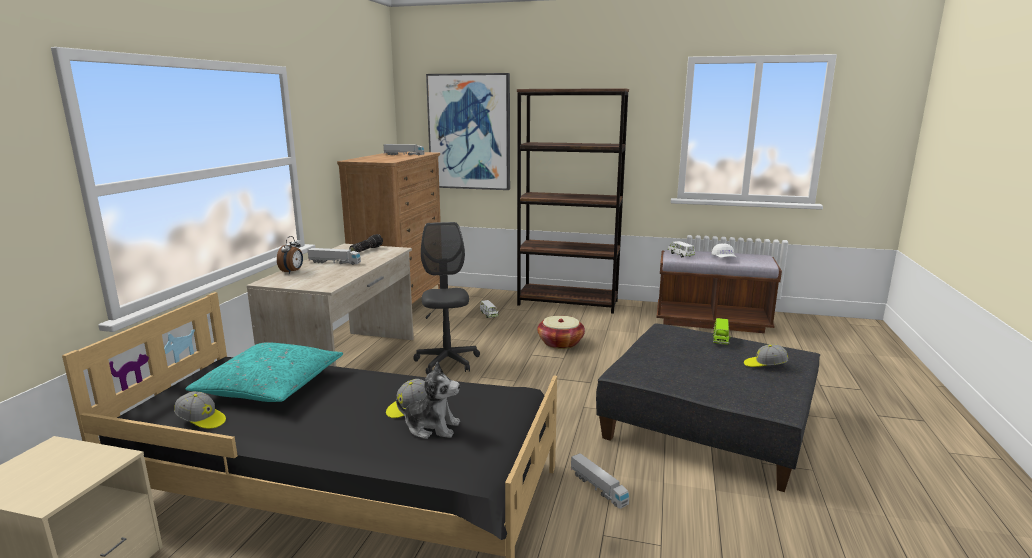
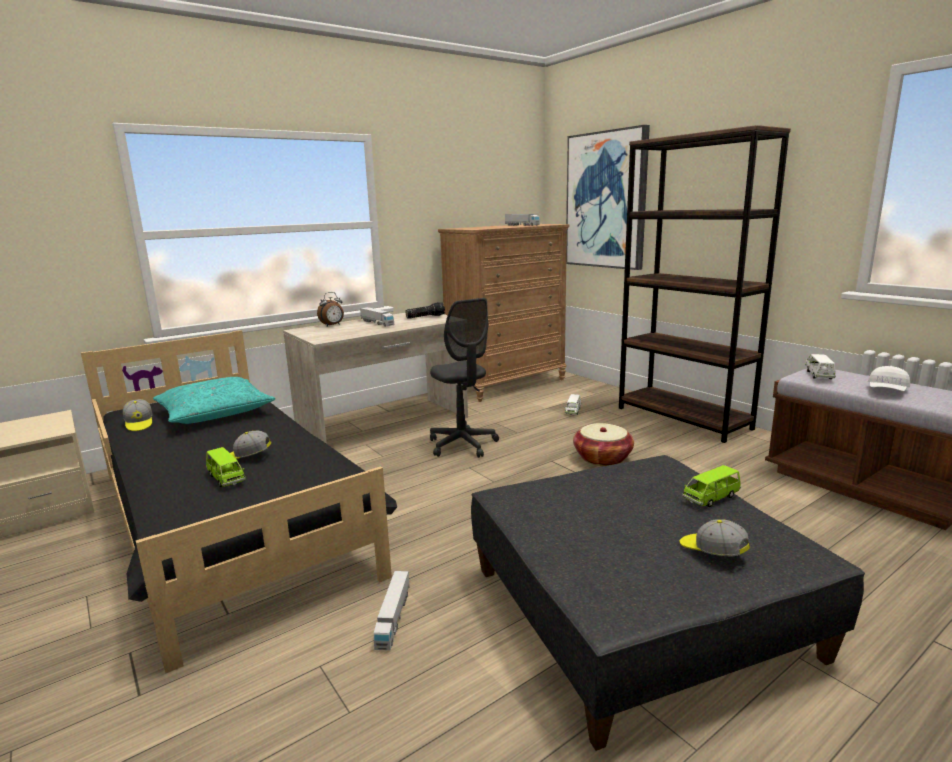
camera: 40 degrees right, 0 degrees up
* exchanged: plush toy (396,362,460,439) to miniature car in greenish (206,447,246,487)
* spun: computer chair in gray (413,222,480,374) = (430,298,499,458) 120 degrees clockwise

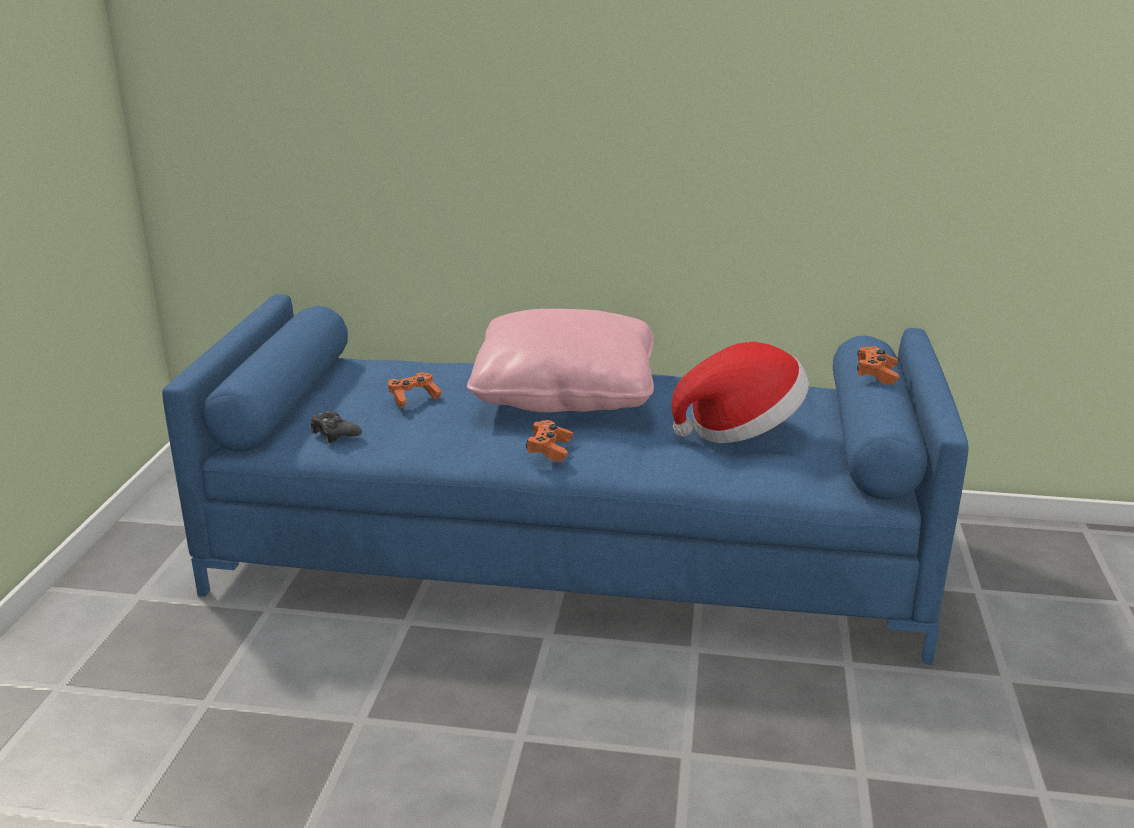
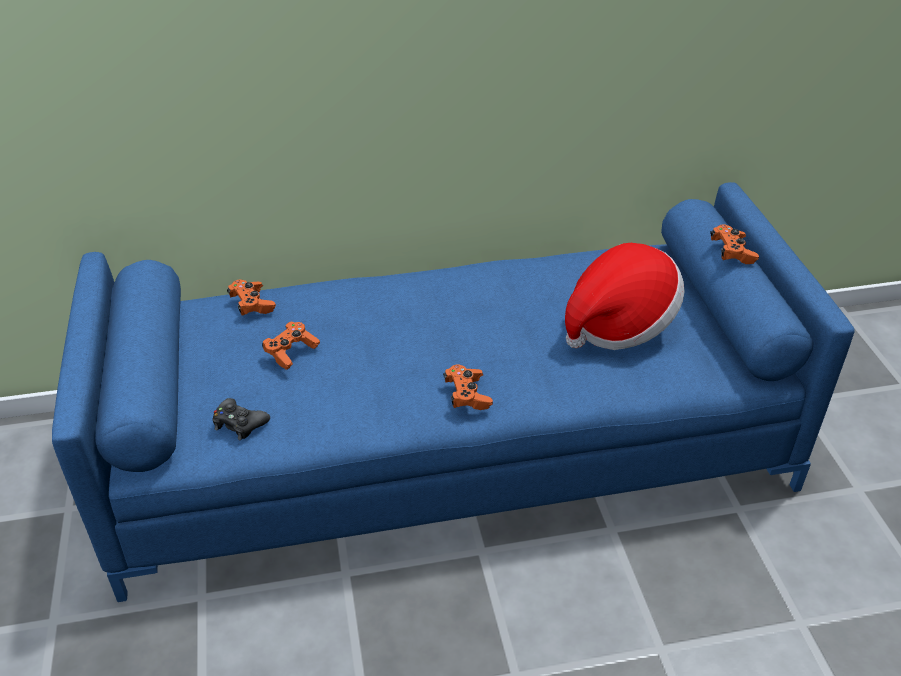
camera: 20 degrees left, 15 degrees up
* appeared: game controller in orangey (227,280,276,316)
* missing: cushion in pink-coloured (467,309,654,413)

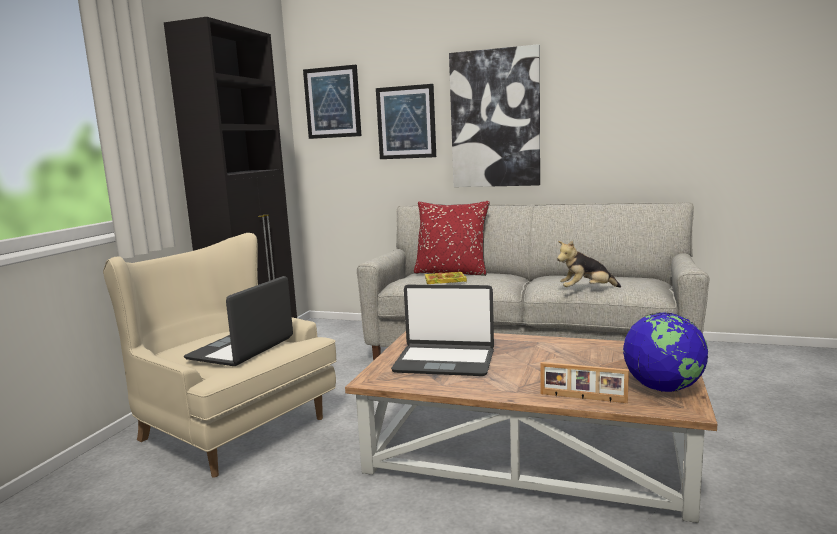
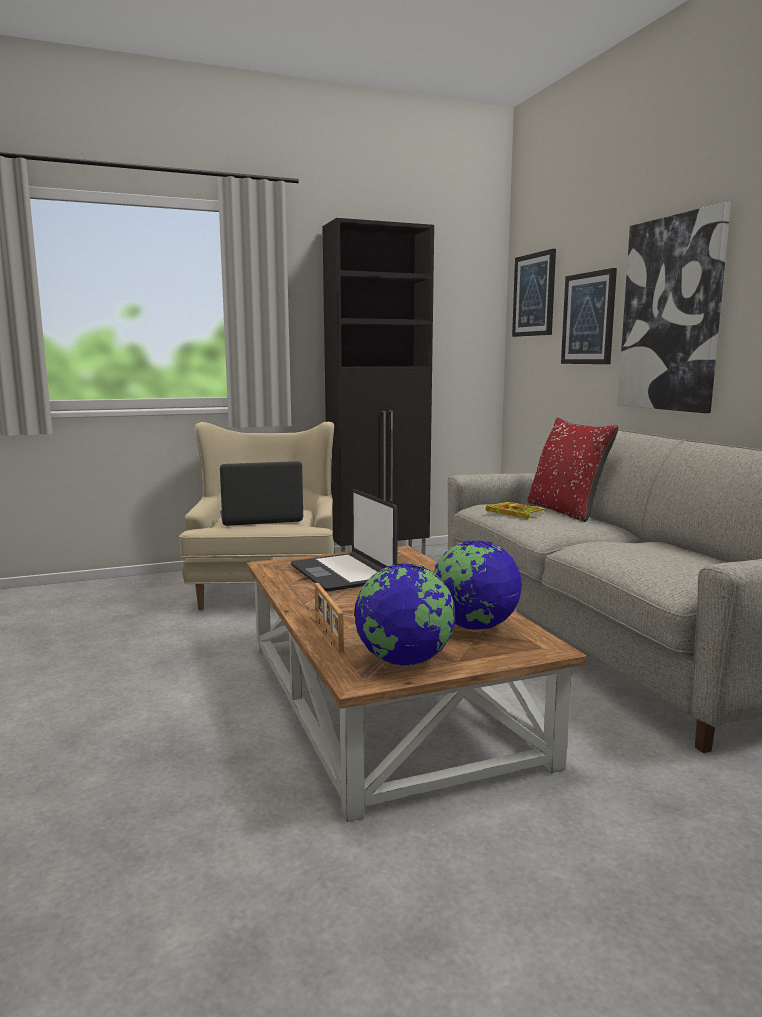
camera: 50 degrees right, 0 degrees up
* appeared: world globe (433,540,522,630)
* missing: plush toy (557,241,621,288)

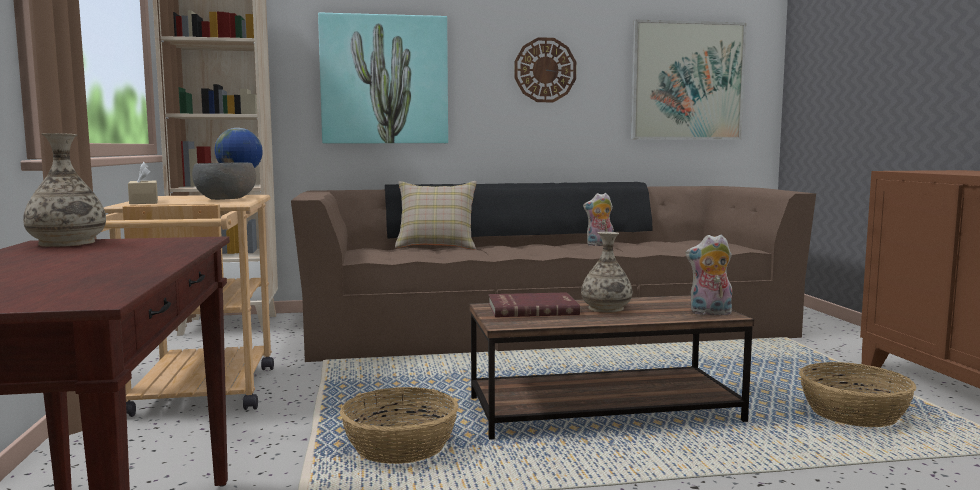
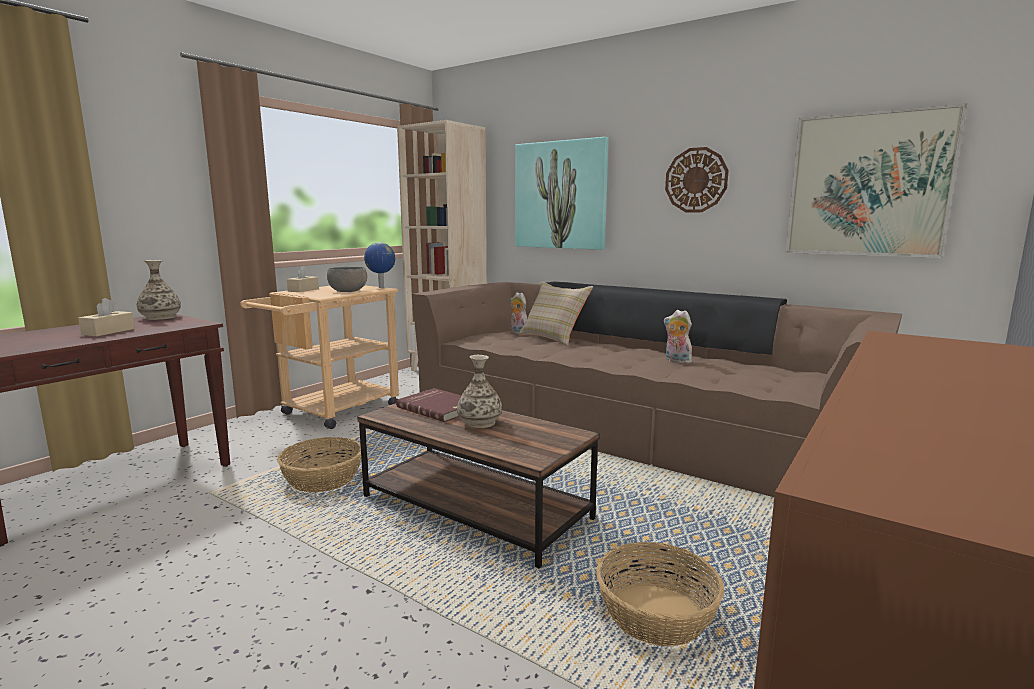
camera: 45 degrees right, 5 degrees up
* appeared: box of tissues in beige-coloured (78,298,135,336)
* relocated: plush toy (685,235,732,315) to (510,292,527,334)

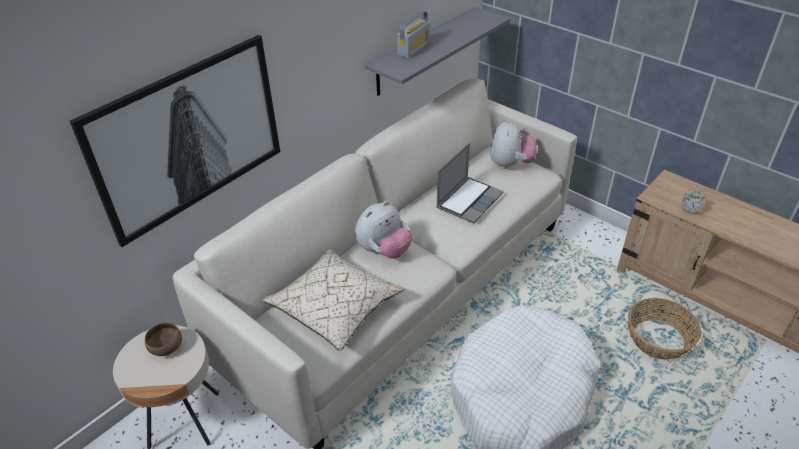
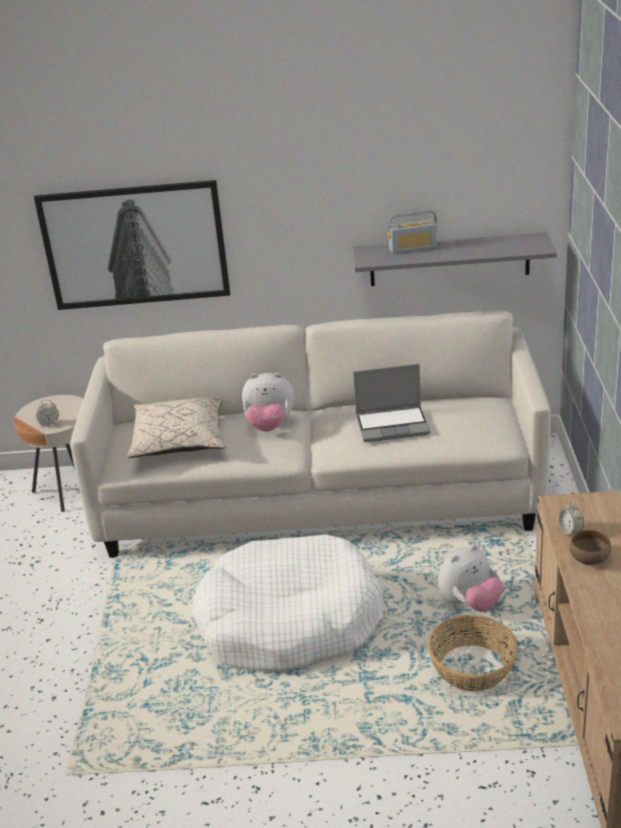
camera: 50 degrees right, 10 degrees down
* appeared: table clock (36,400,59,427)
* relocated: plush toy (490,119,537,169) to (438,545,503,611)
* relocated: deep dish in brown (145,323,182,356) to (569,530,611,565)

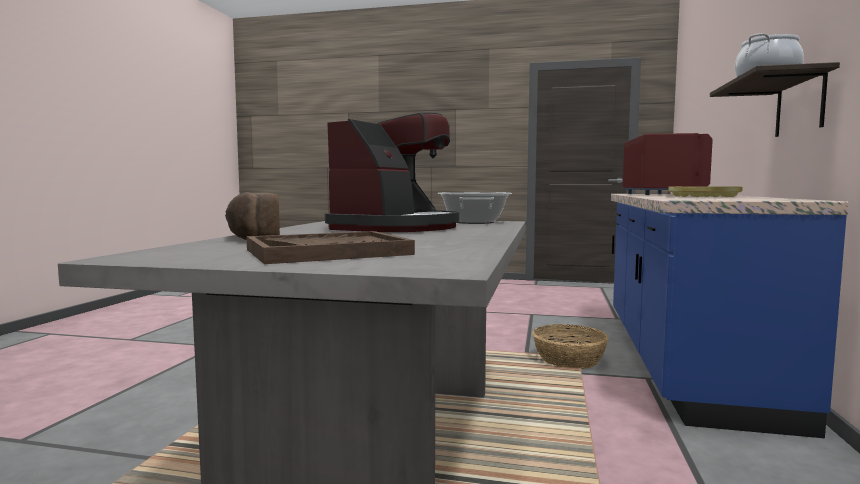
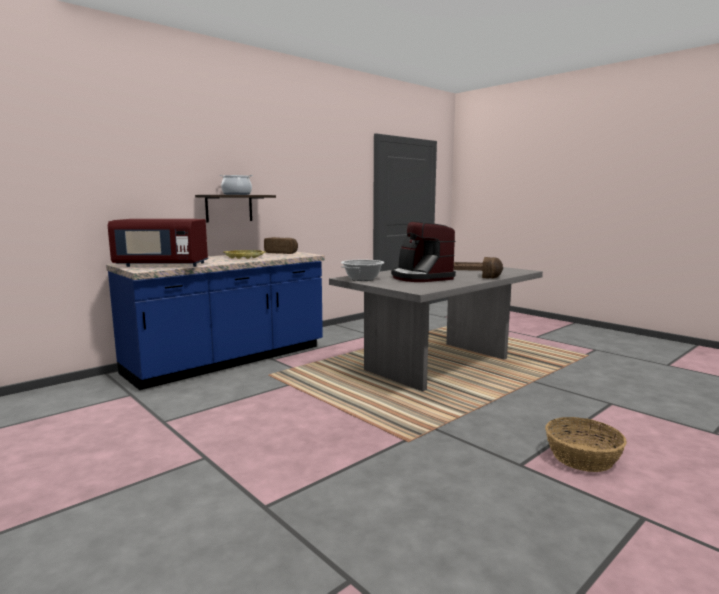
camera: 145 degrees left, 5 degrees up
* spun: microwave in red (623,133,713,195) = (108,219,208,267) 135 degrees counterclockwise
* appeared: bakery bread (264,237,298,254)
* spun: coffee machine (325,113,459,232) = (391,221,456,282) 90 degrees counterclockwise
* relocated: storage basket (532,324,609,369) to (545,417,627,472)

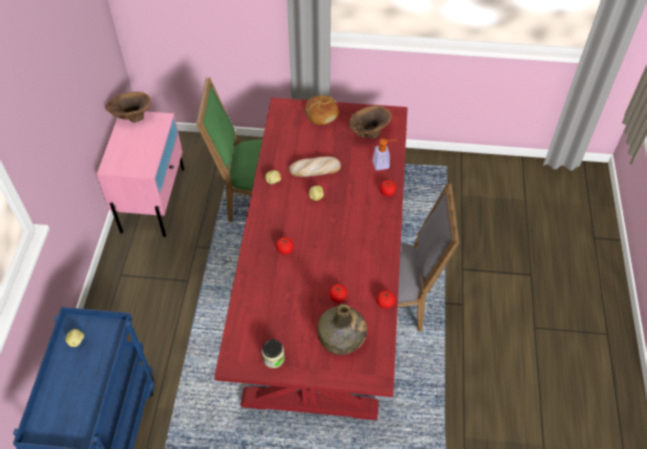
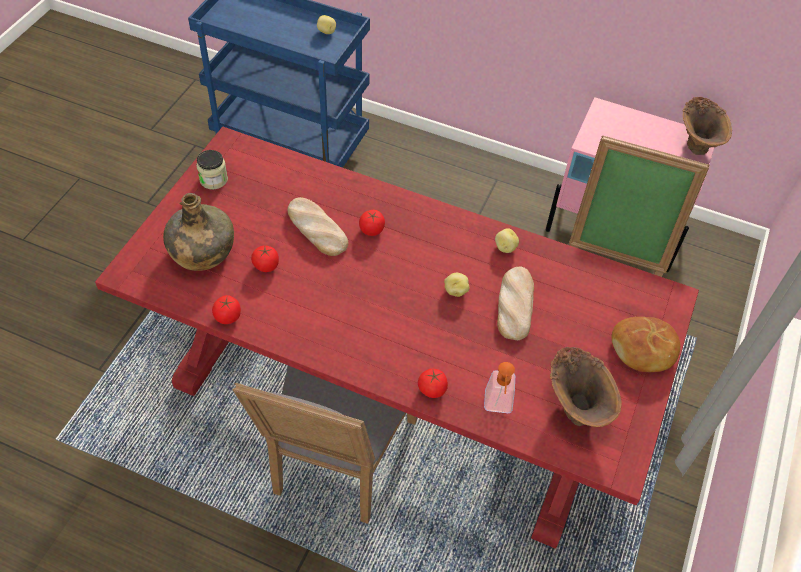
camera: 105 degrees right, 0 degrees up
* appeared: bakery bread (288,197,349,256)

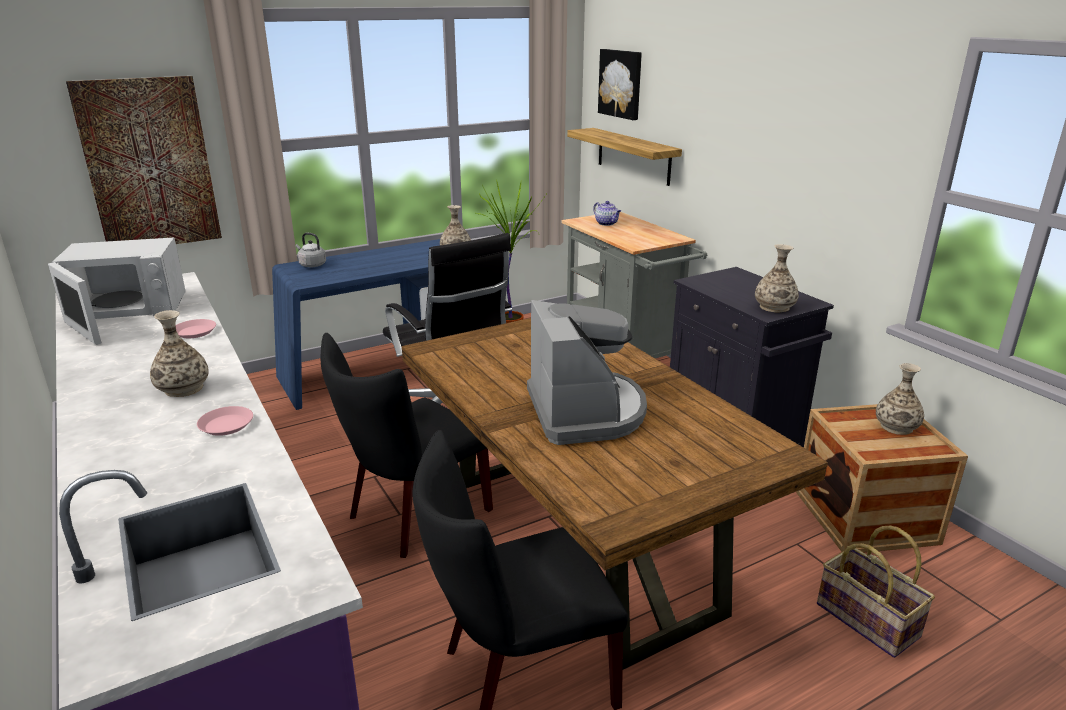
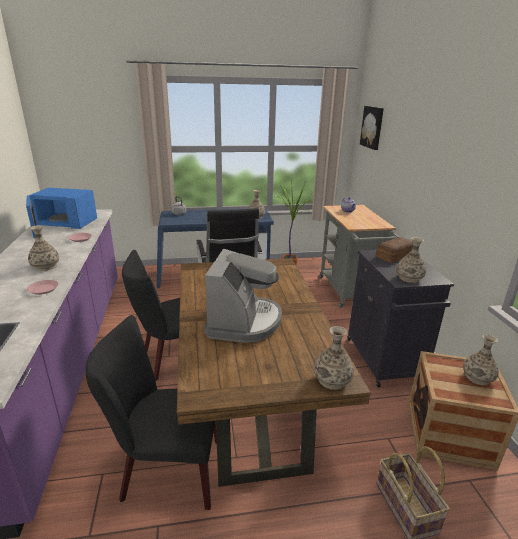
camera: 20 degrees right, 0 degrees up
* colour: microwave in white-coloured (48,238,186,345) to microwave in blue (26,188,97,238)
* appeared: decorative vase (314,326,354,390)
* appeared: bakery bread (376,237,413,263)
* missing: picture (66,76,222,244)
* missing: wall shelf (567,128,682,186)

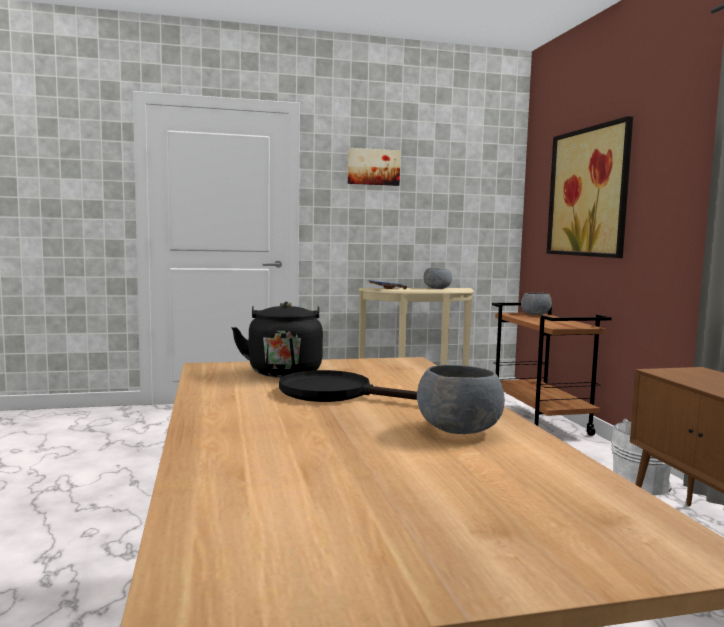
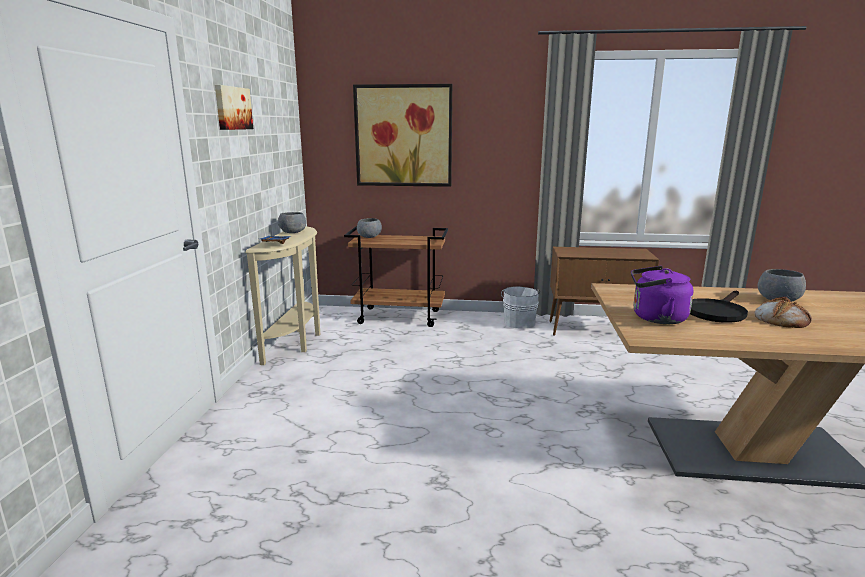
camera: 70 degrees left, 10 degrees up
* colour: tea kettle in blackish (232,302,323,378) to tea kettle in purple-coloured (631,266,693,324)
* appeared: bakery bread (755,297,812,328)

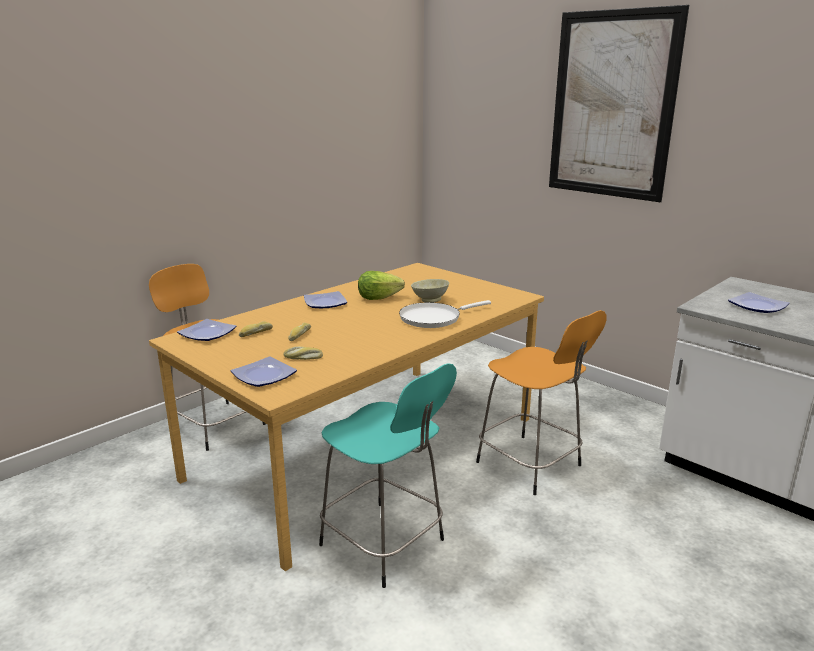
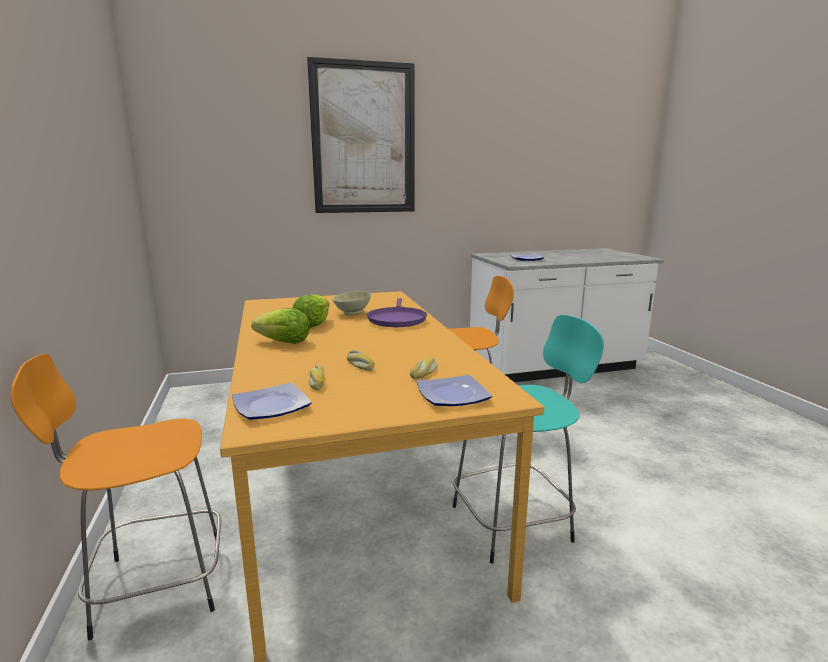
camera: 60 degrees left, 5 degrees down
* exchanged: plate (304,291,347,308) to lettuce (251,308,310,344)
* colour: frying pan in white-coloured (399,300,491,328) to frying pan in purple-coloured (367,298,427,327)

